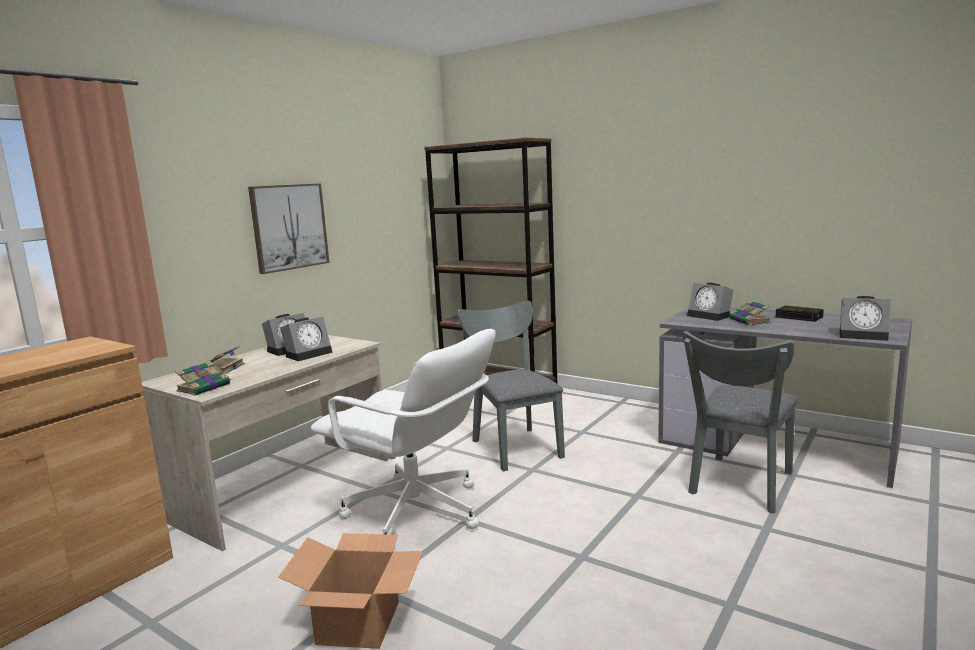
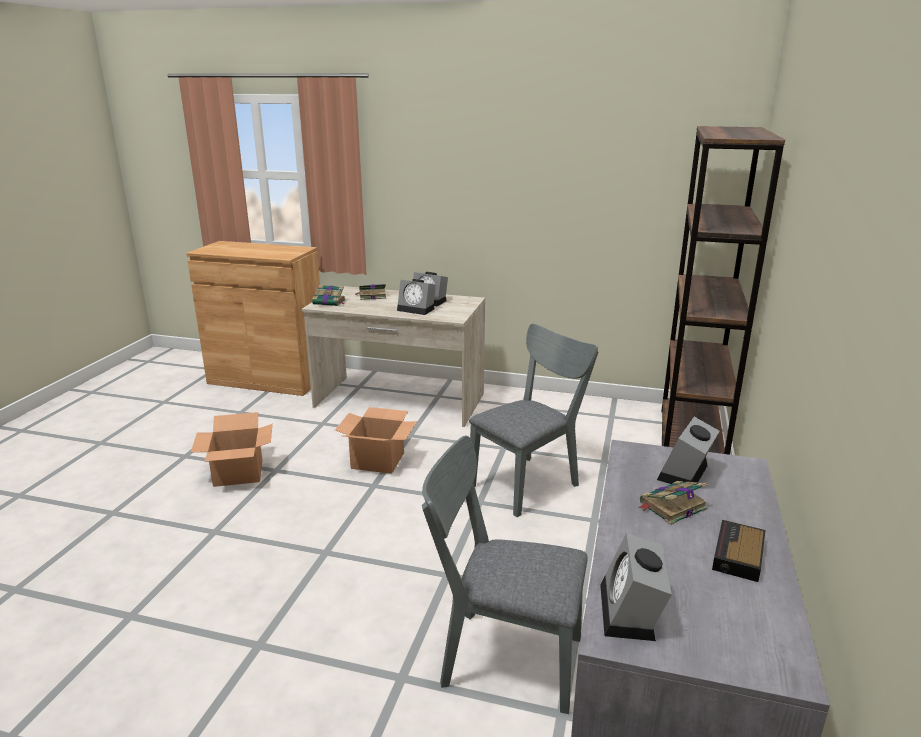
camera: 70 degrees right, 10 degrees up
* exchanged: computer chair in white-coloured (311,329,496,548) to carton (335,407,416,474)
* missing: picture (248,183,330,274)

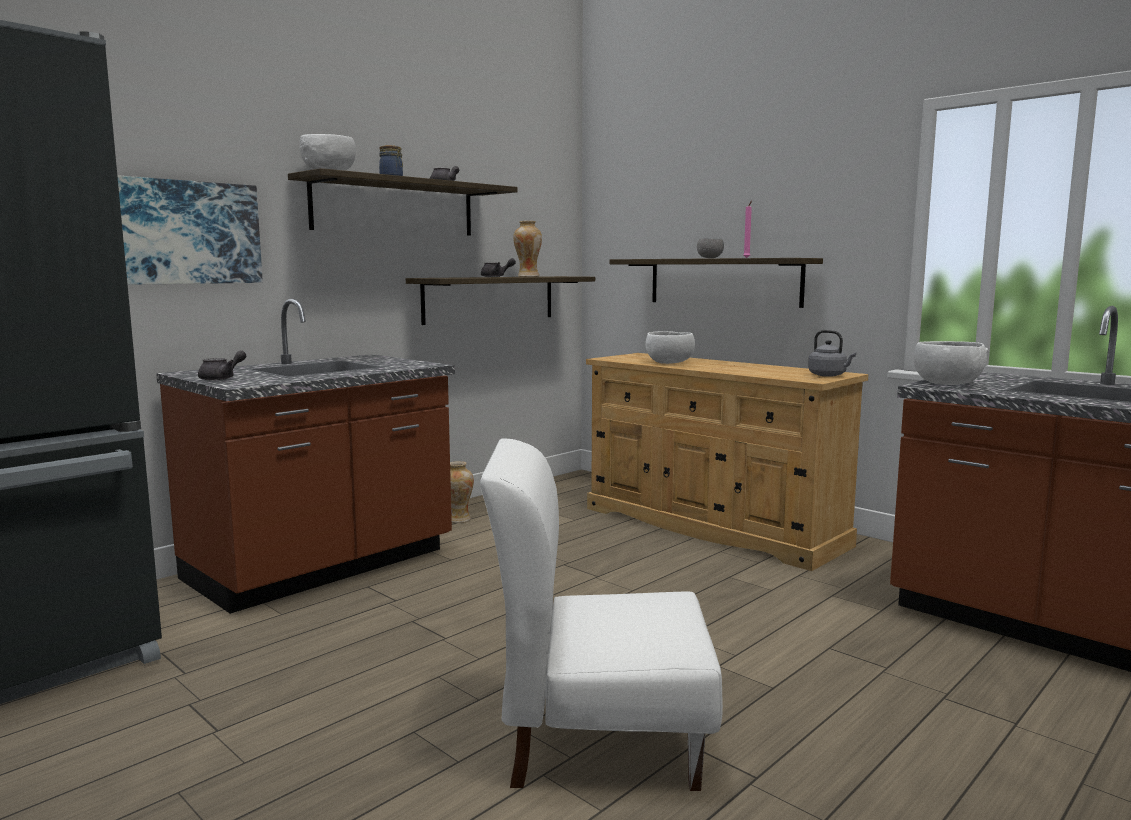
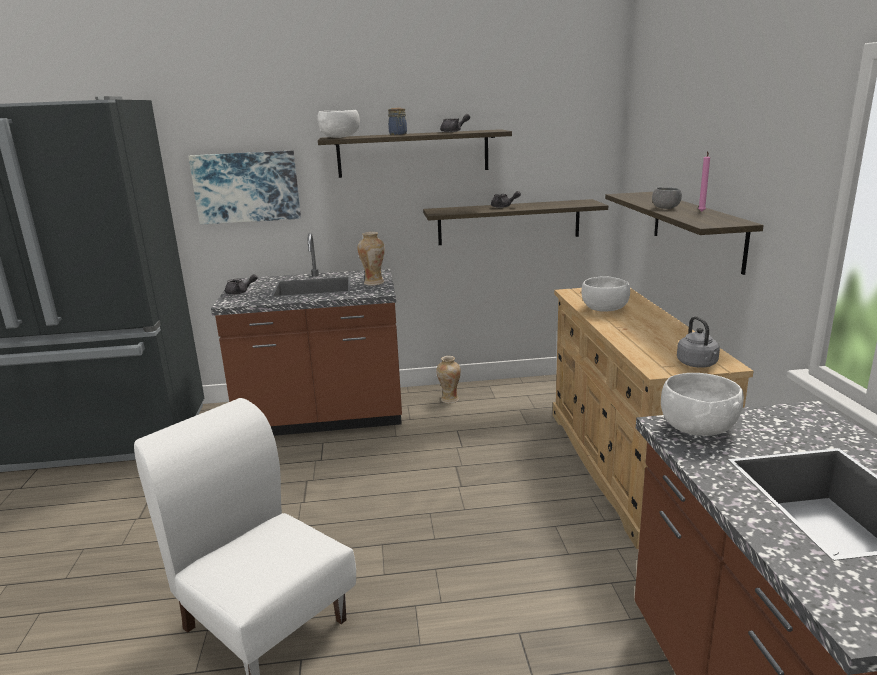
camera: 40 degrees right, 10 degrees up
* relocated: decorative vase (513,221,542,277) to (357,232,385,286)

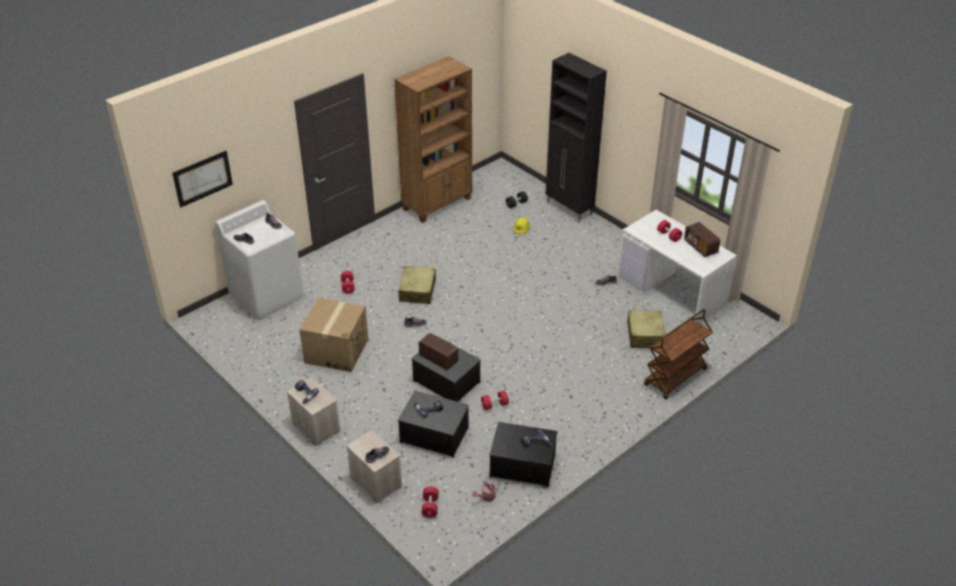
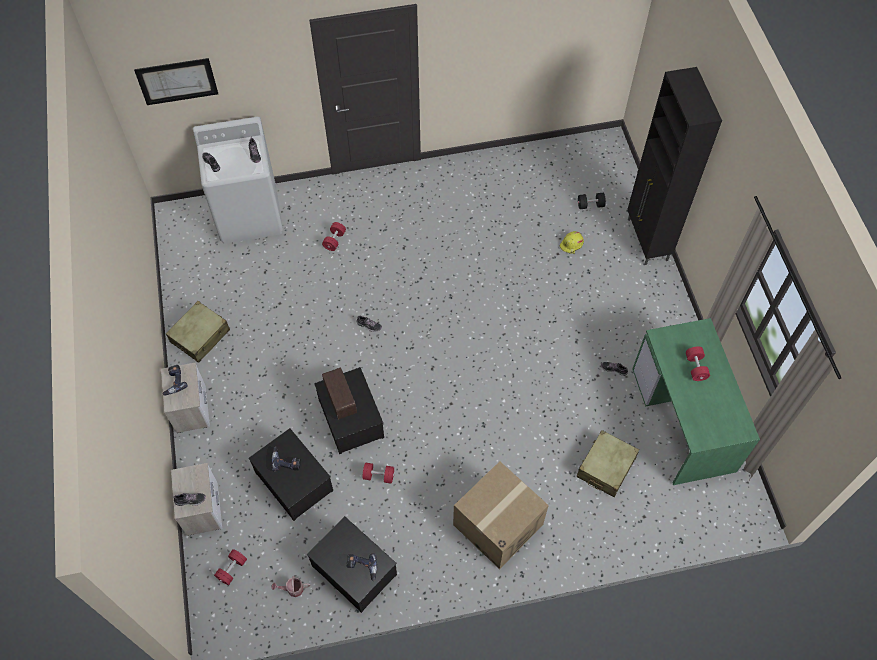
camera: 30 degrees right, 20 degrees up
* relocated: piece of luggage in beige-coloured (399,266,436,304) to (166,301,230,363)
* relocated: carton (299,297,368,372) to (453,461,549,569)
* colour: desk unit in white-coloured (617,210,737,324) to desk unit in greenish (632,318,760,485)
* missing: bookshelf in brown (394,56,472,223)
* missing: trolley in brown (644,309,713,399)
* missing: radio set (684,222,720,257)

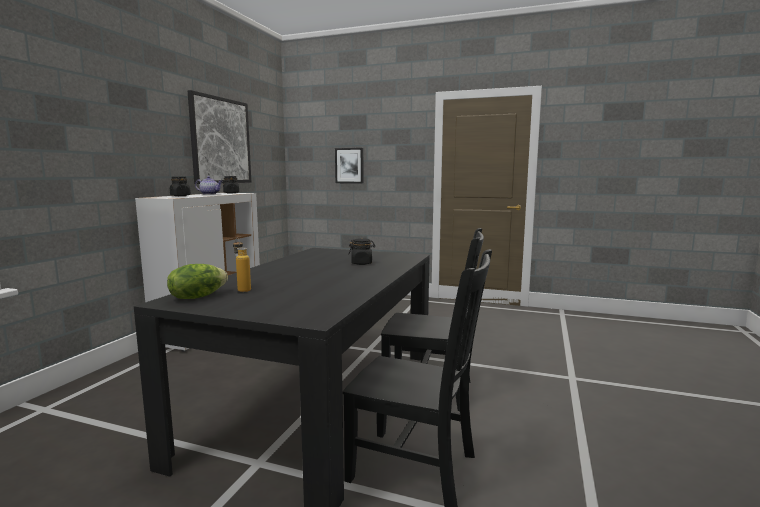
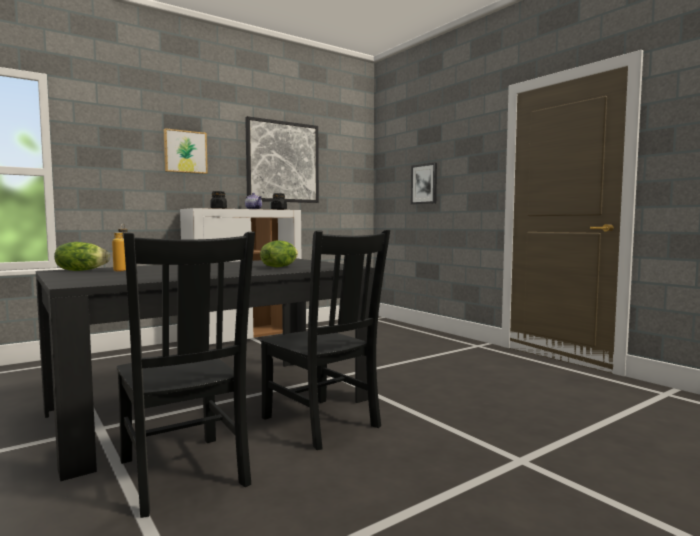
camera: 35 degrees right, 5 degrees down
* appeared: picture (164,128,208,174)
* exchanged: preserve jar in blackish (348,238,375,265) to lettuce (260,240,298,268)

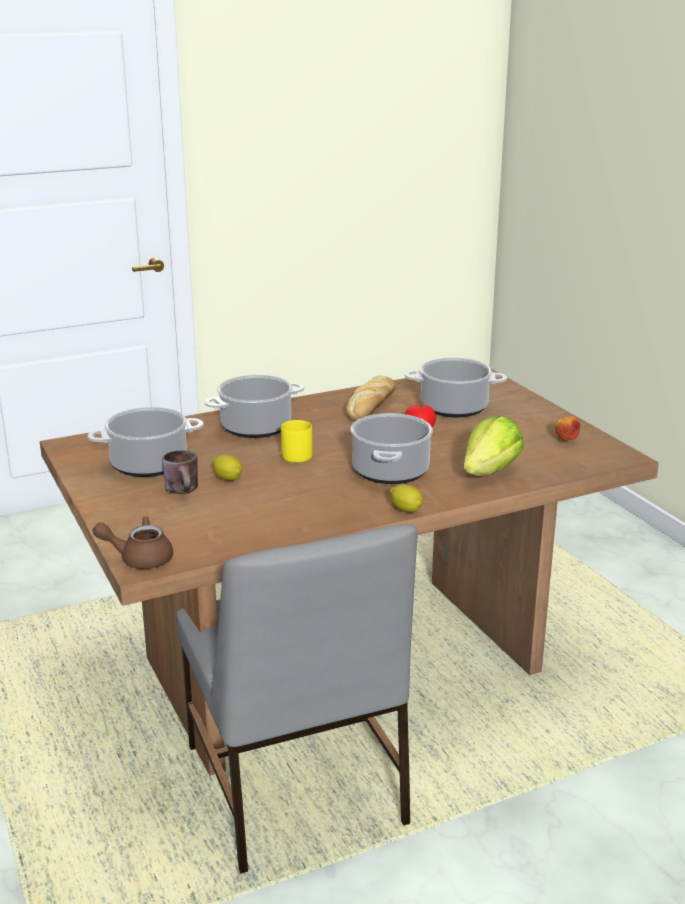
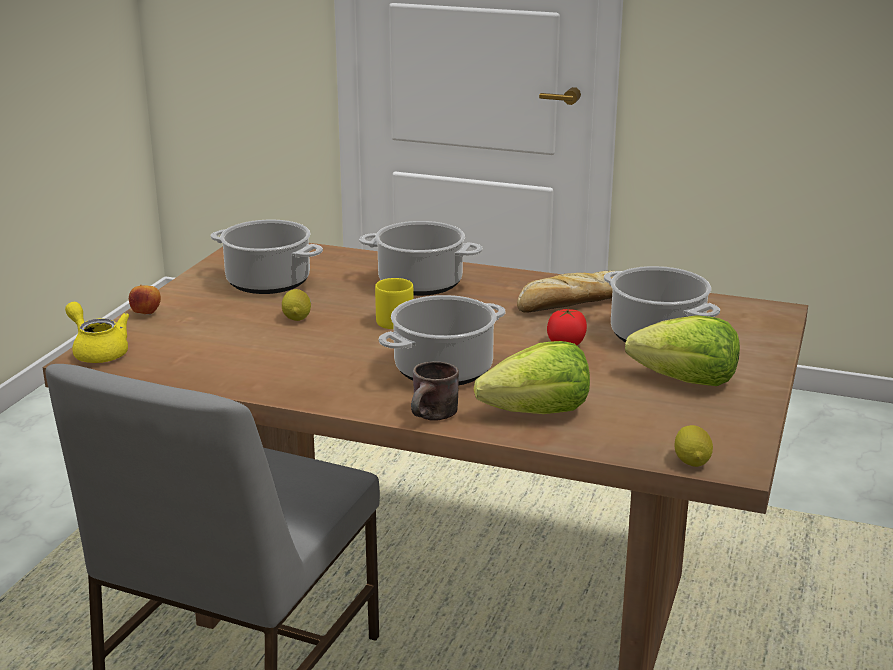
camera: 45 degrees right, 0 degrees up
* colour: pot for tea in brown (93,516,173,569) to pot for tea in yellow-coloured (65,302,129,363)
* relocated: apple fruit (555,416,580,441) to (129,285,161,315)
* relocated: tea mug in brown (162,450,198,494) to (411,361,459,421)
* appeared: lettuce (625,315,740,386)
* relocated: lemon (390,484,423,512) to (674,425,713,467)

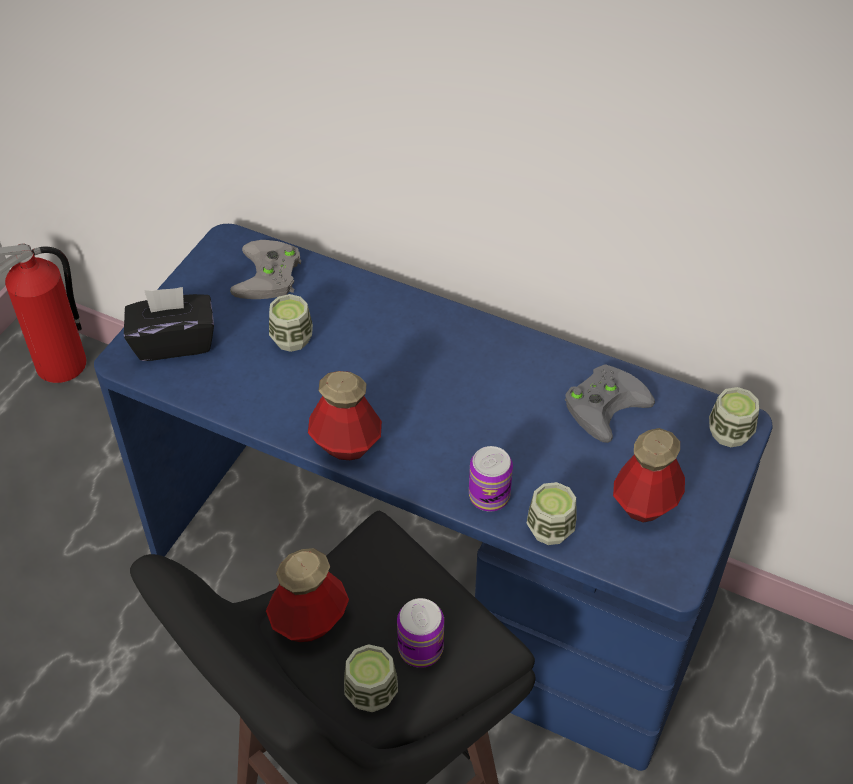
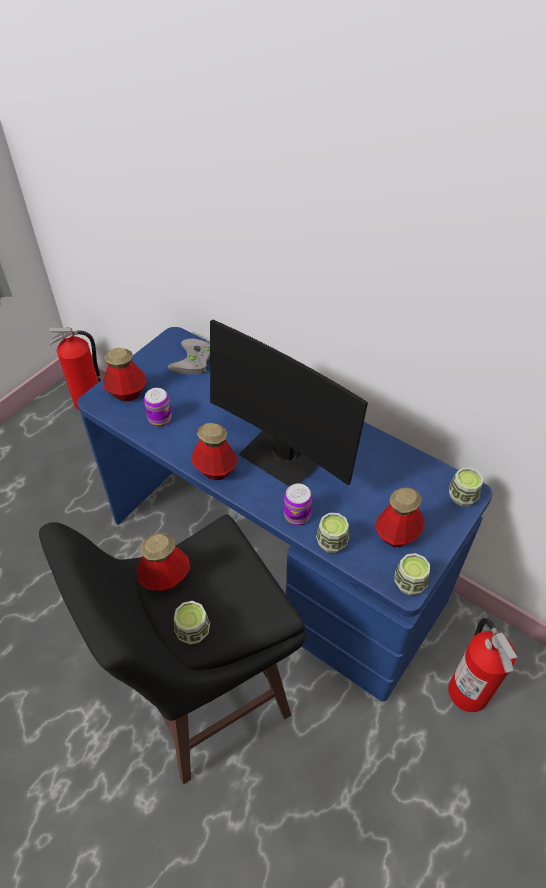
camera: 10 degrees right, 0 degrees up
* exchanged: box of tissues in blackish (124,287,214,361) to drink bottle (103,348,147,401)
* relocated: sealed can (397,598,444,668) to (144,388,172,427)
* appeared: computer display (210,319,368,486)
* relocated: small cup (269,294,313,352) to (394,553,430,595)
* appeared: fire extinguisher (448,618,518,712)
* missing: game controller in gray (565,364,655,443)

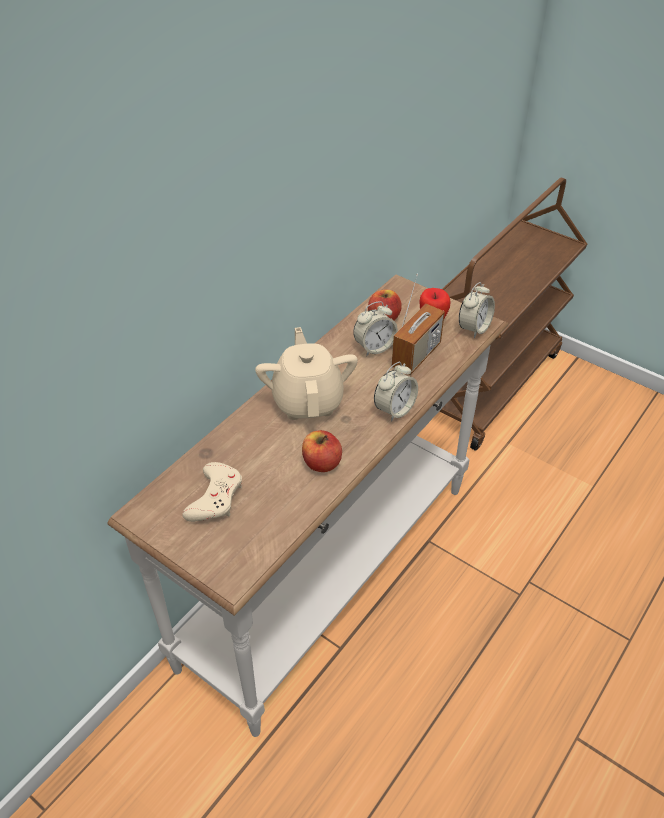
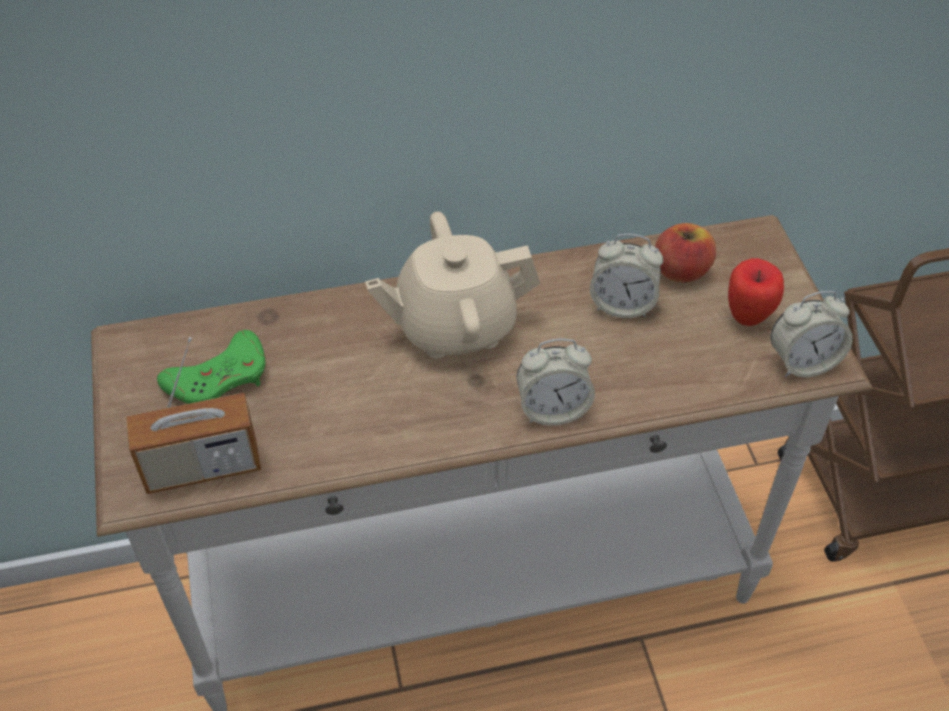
camera: 40 degrees right, 5 degrees up
* relocated: radio set (392,273,445,375) to (126,337,261,494)
* colour: game controller in beige-coloured (182,462,242,522) to game controller in greenish (157,330,265,404)
* spun: pot for tea in beige-coloured (255,327,358,420) = (365,212,540,359) 135 degrees counterclockwise
* missing: apple fruit (302,430,342,472)

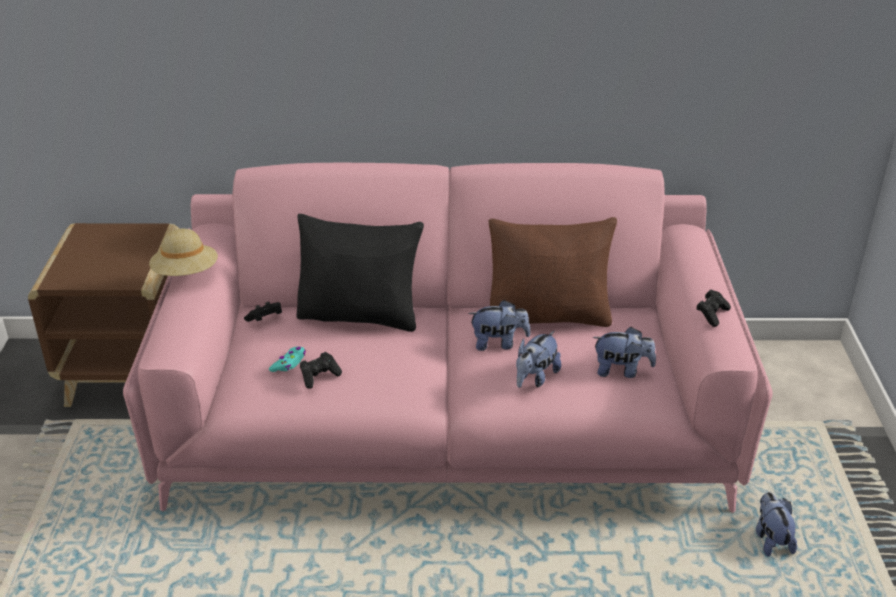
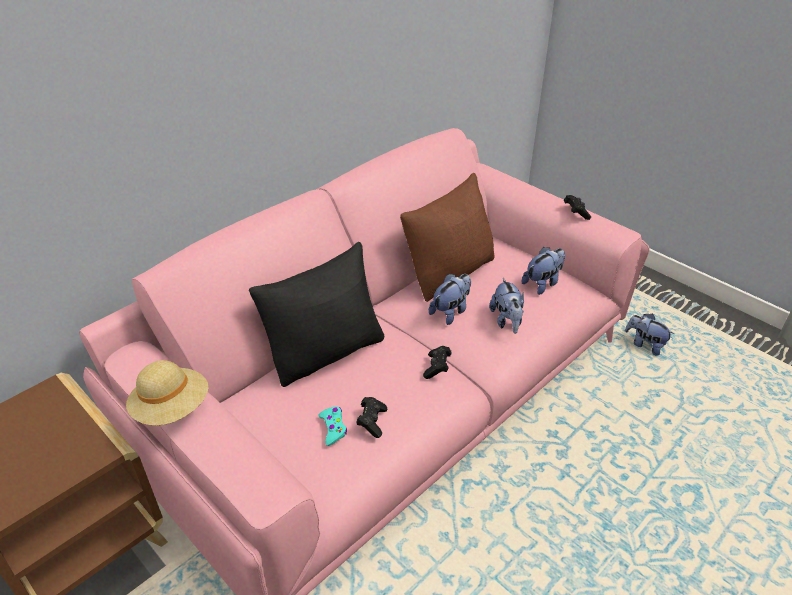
camera: 45 degrees left, 5 degrees up
* relocated: game controller in blackish (244,302,282,322) to (423,346,451,379)

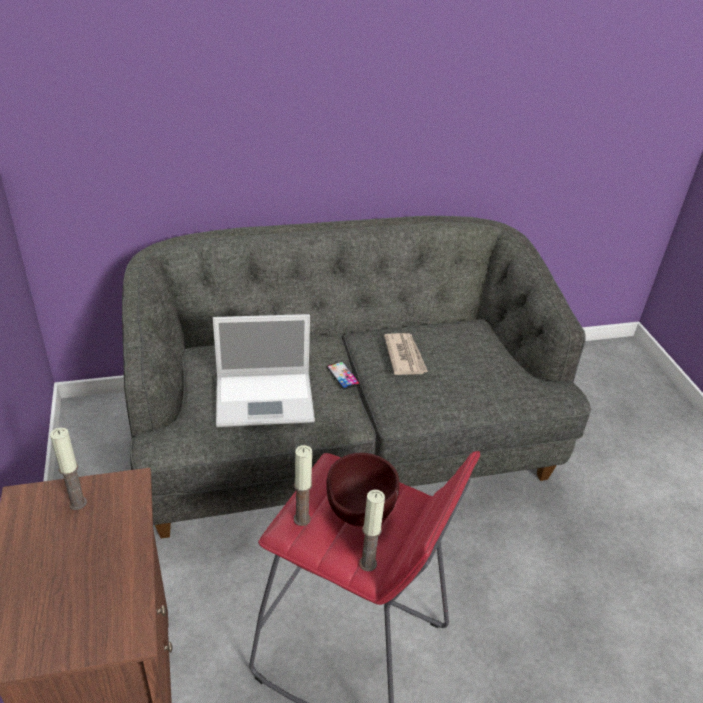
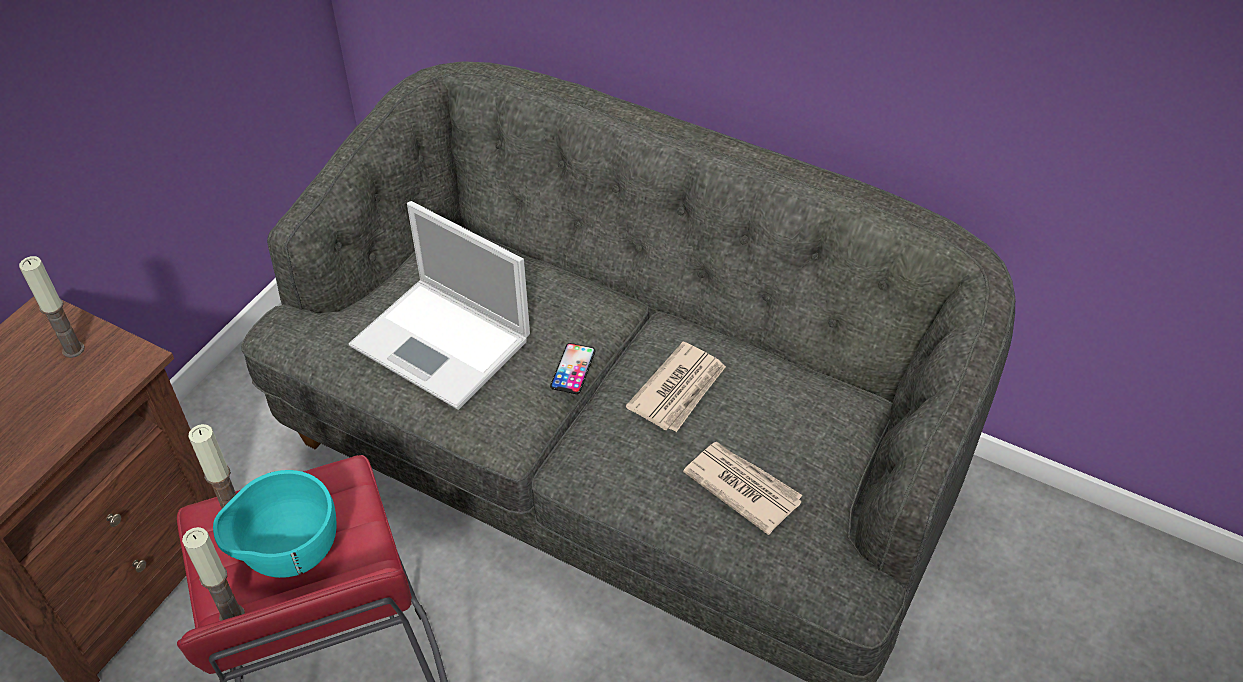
camera: 45 degrees right, 10 degrees up
* colour: deep dish in brown (326,453,400,527) to deep dish in blue-green (213,470,337,578)
* appeared: printed paper (683,442,803,535)

